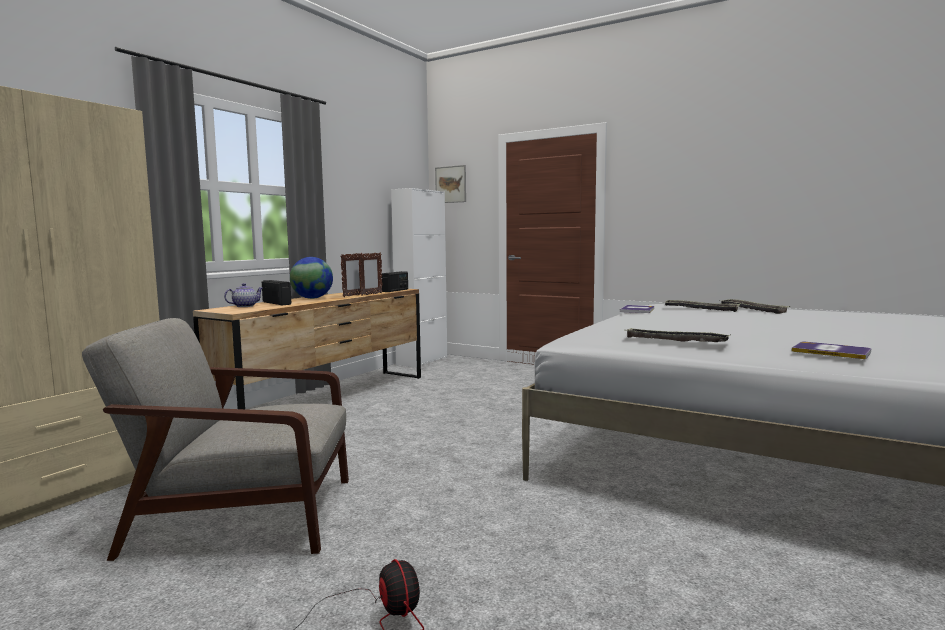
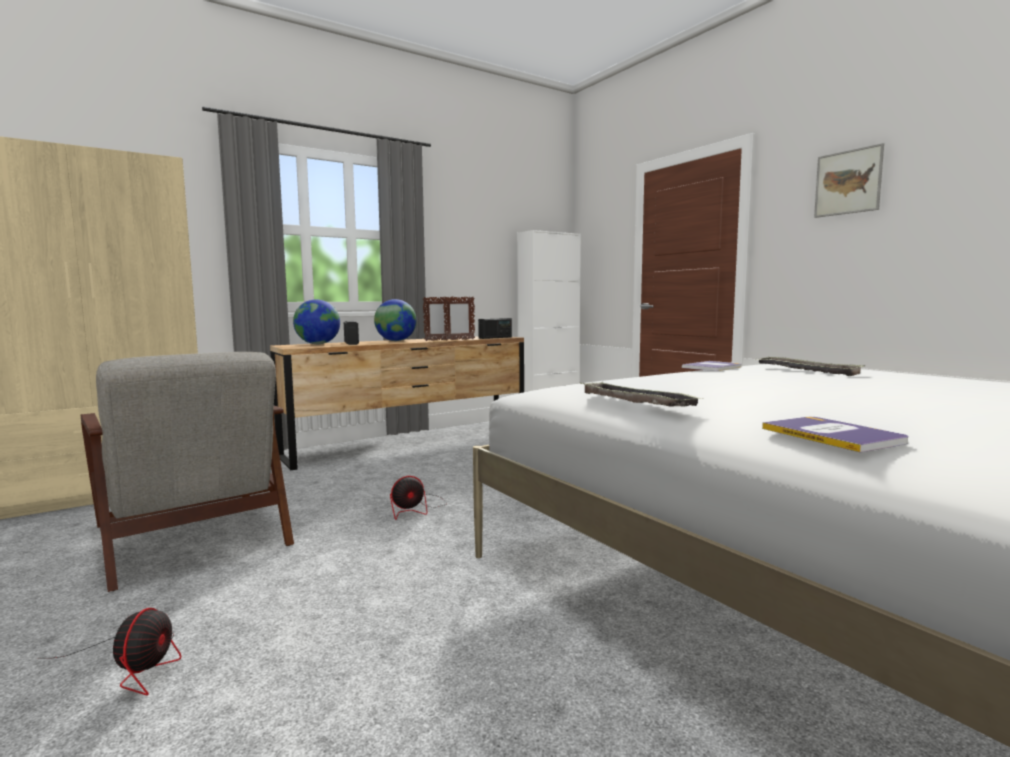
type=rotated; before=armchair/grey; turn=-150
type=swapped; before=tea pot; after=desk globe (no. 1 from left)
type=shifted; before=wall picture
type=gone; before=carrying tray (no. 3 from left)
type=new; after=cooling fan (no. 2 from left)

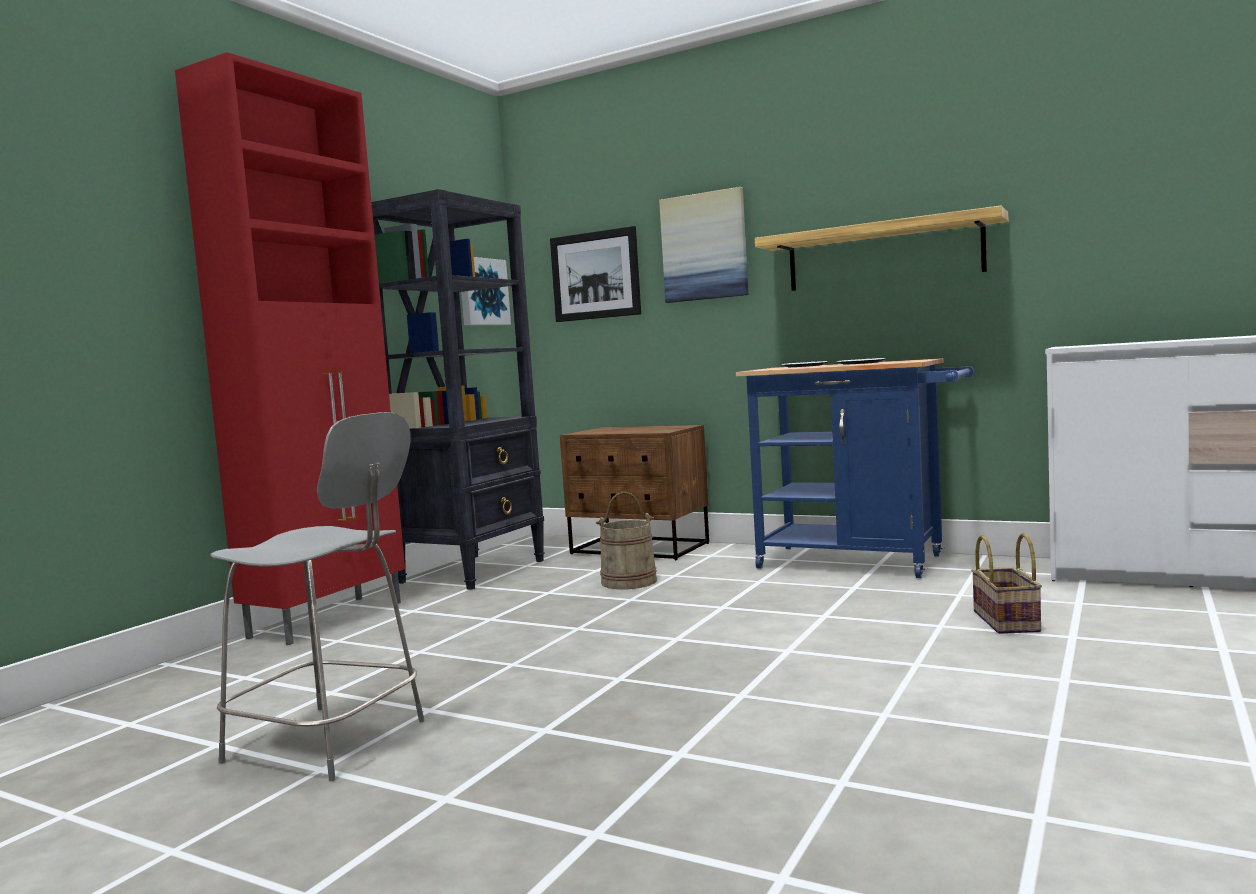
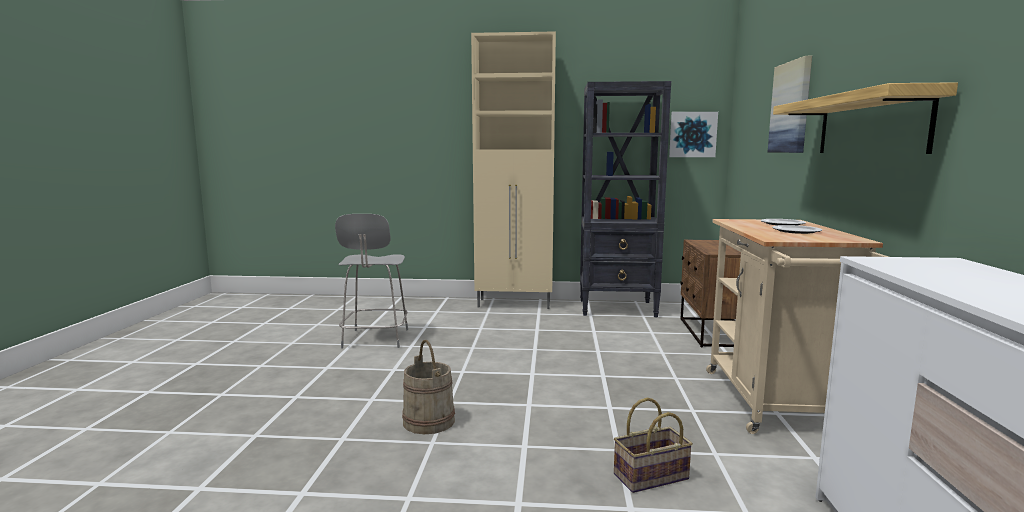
type=repainted; before=cabinet/reddish; after=cabinet/sand-coloured
type=gone; before=wall picture (no. 2 from left)
type=shifted; before=bucket/sand-coloured
type=repainted; before=wheeled cart/blue-coloured; after=wheeled cart/sand-coloured

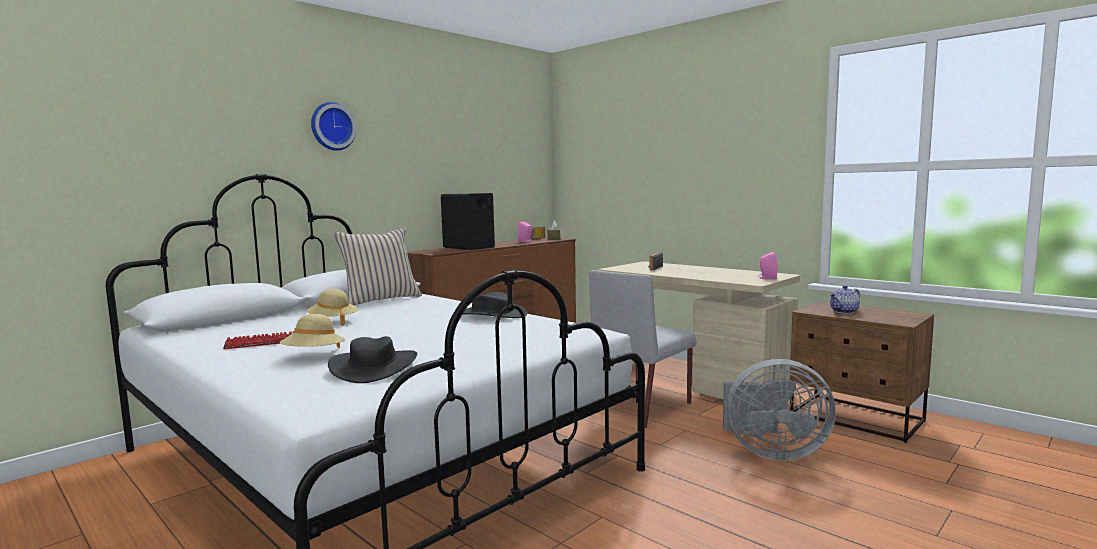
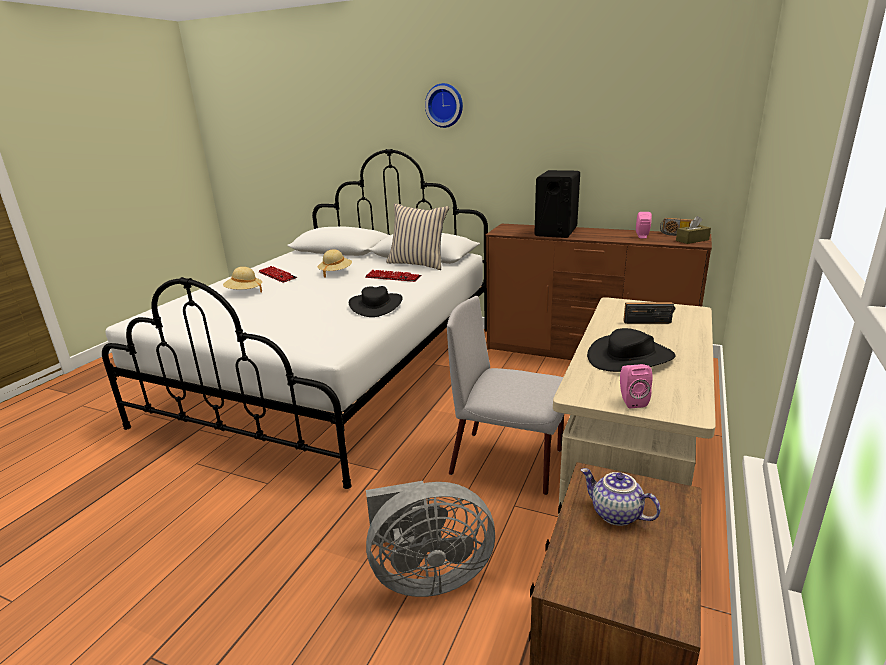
type=shifted; before=clothing hat/blackish (no. 1 from left in the first image); after=clothing hat/blackish (no. 2 from left)
type=rotated; before=cooling fan/grey; turn=-90
type=new; after=keyboard (no. 2 from left)

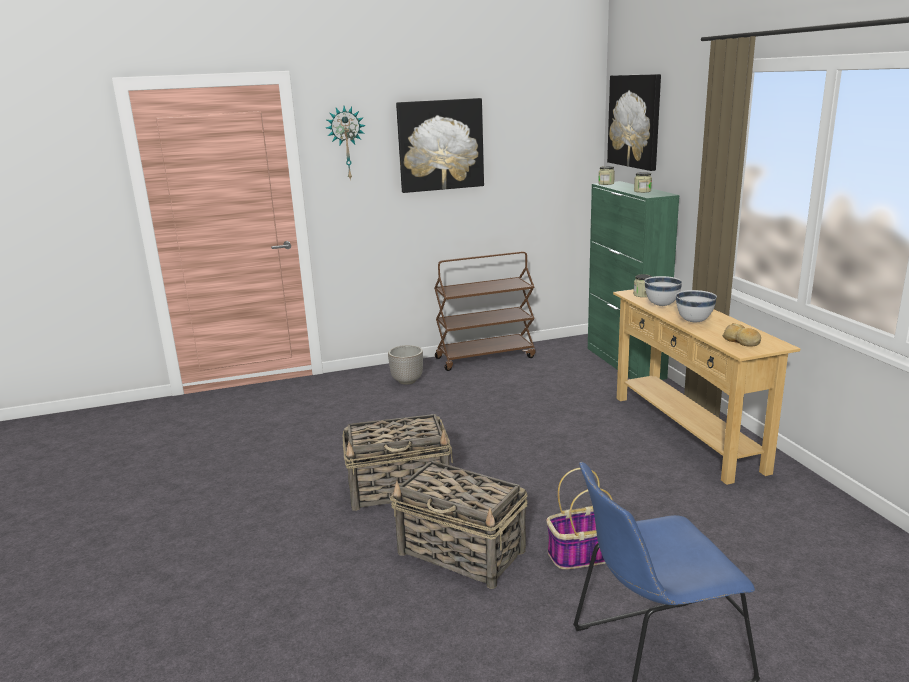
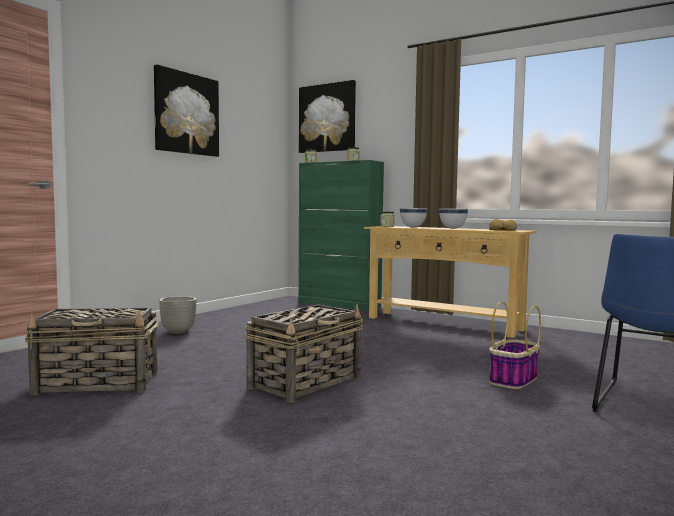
type=gone; before=wall clock
type=shifted; before=household basket (no. 2 from left in the first image); after=household basket (no. 1 from left)
type=gone; before=wheeled cart/brown

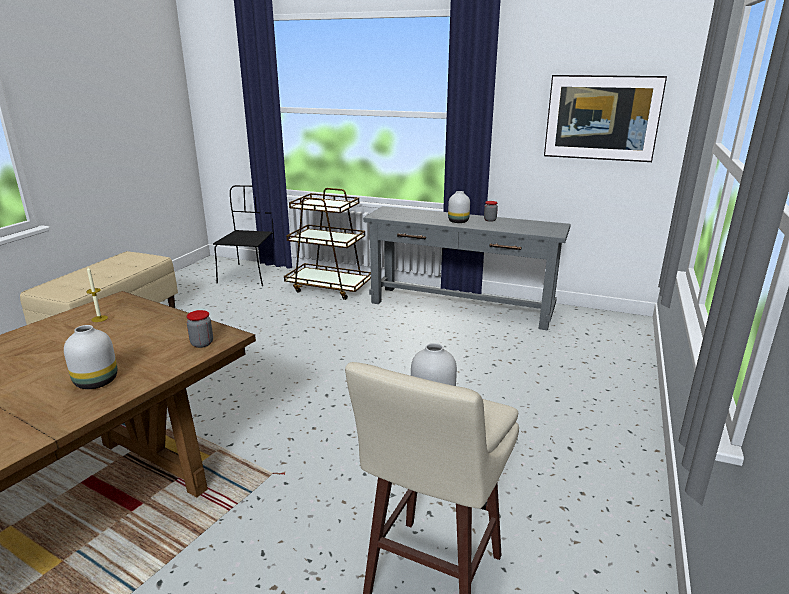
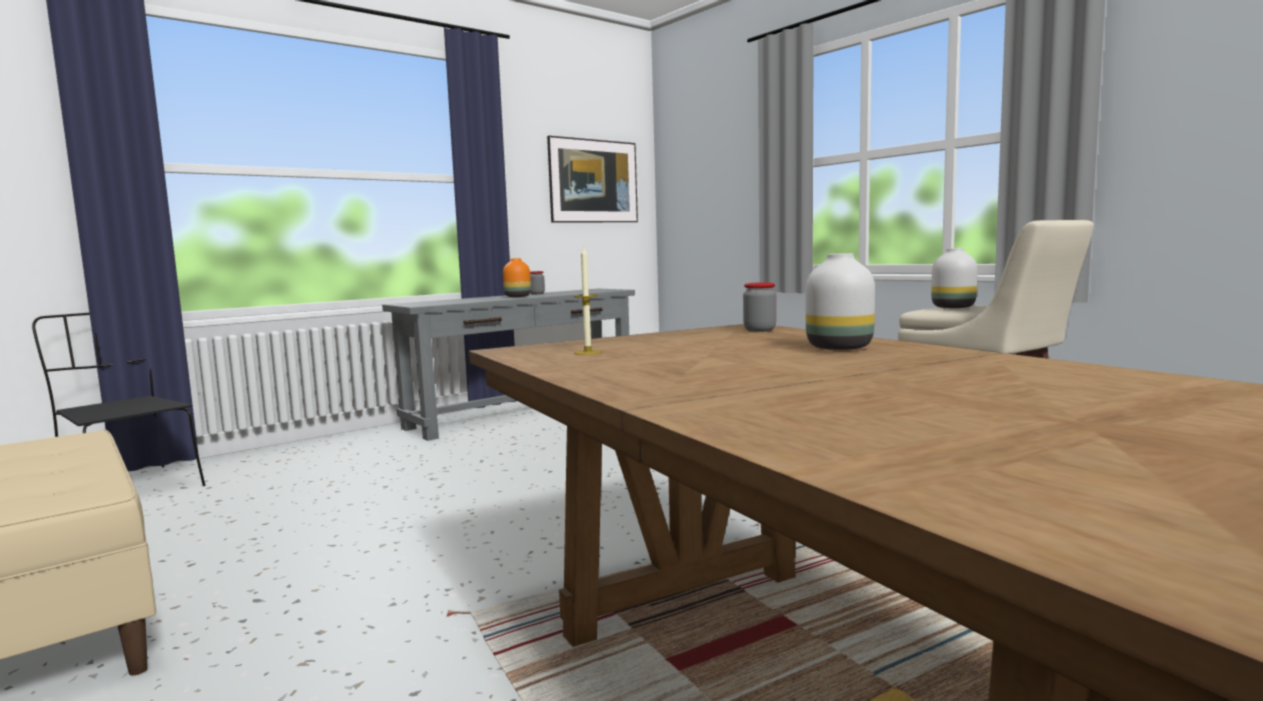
type=gone; before=wheeled cart/brown
type=repainted; before=vase/white-coloured (no. 3 from left); after=vase/orangey

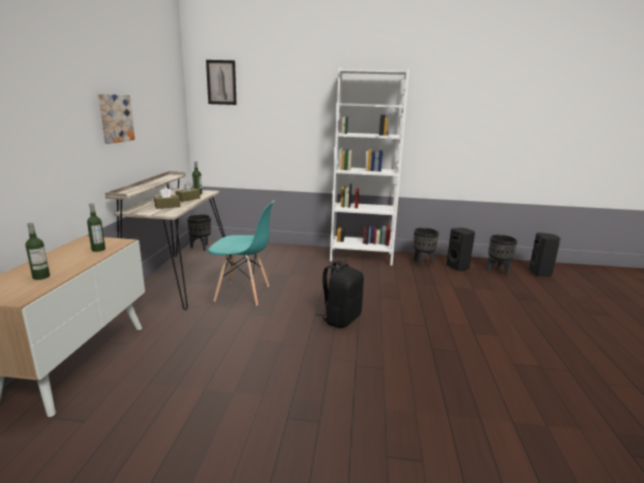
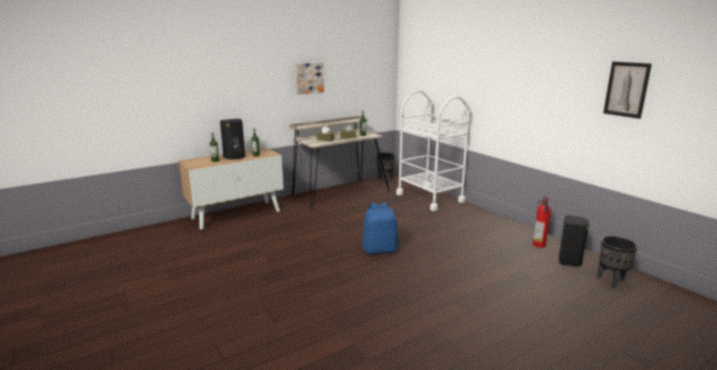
type=shifted; before=wall picture (no. 2 from left)
type=gone; before=chair/blue-green
type=repainted; before=knapsack/blackish; after=knapsack/blue-coloured
type=gone; before=bookcase/white-coloured
type=swapped; before=flower pot/blackish (no. 2 from left); after=fire-fighting cylinder
type=shifted; before=audio speaker/blackish (no. 2 from left in the first image); after=audio speaker/blackish (no. 1 from left)
type=new; after=wheeled cart/white-coloured

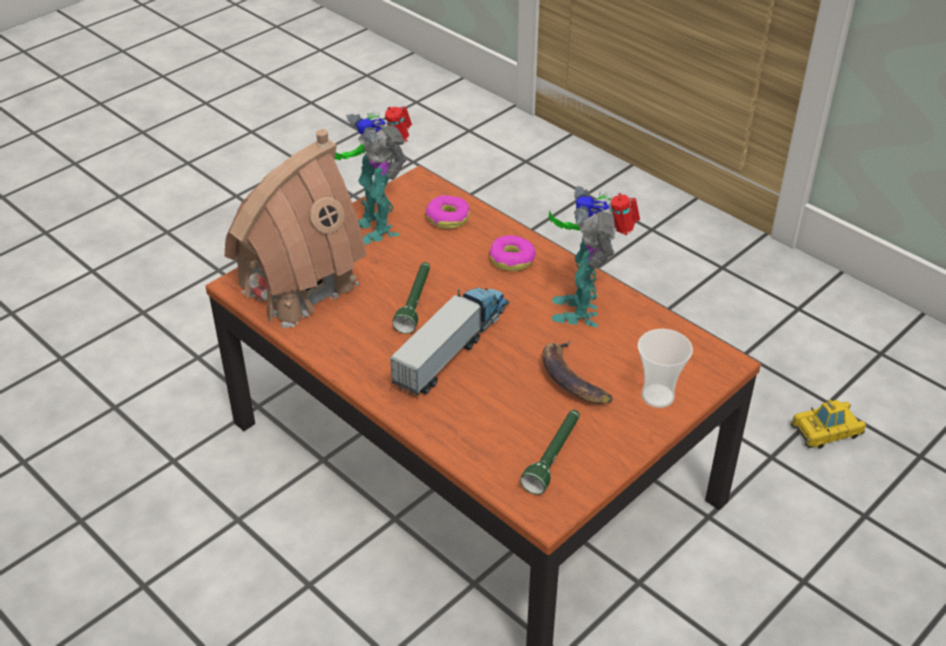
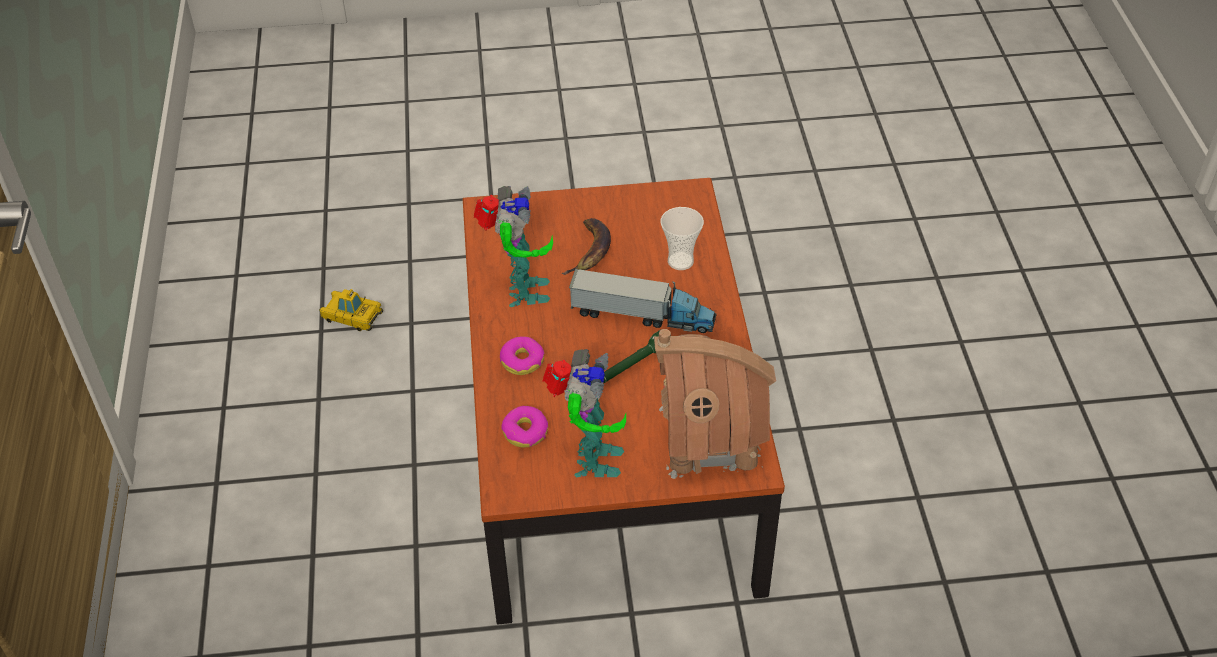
type=rotated; before=toy lorry; turn=-150
type=gone; before=flashlight/green-coloured (no. 2 from left)
type=rotated; before=toy robot (no. 2 from left in the first image); turn=-45
type=shifted; before=cup

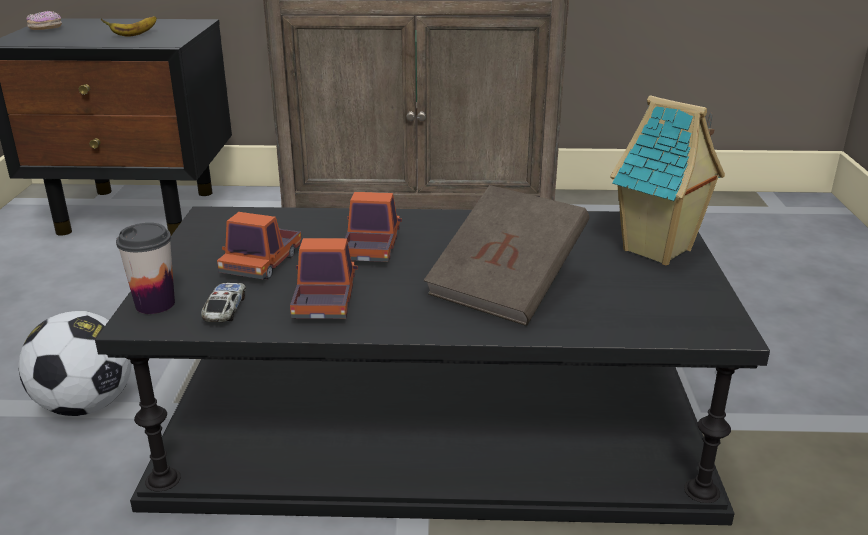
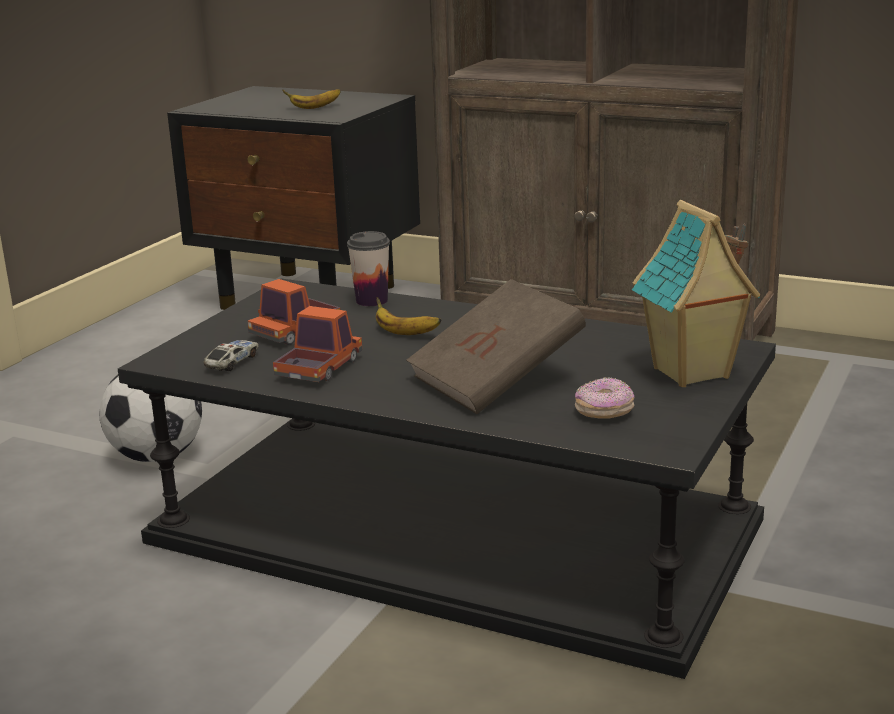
type=shifted; before=doughnut
type=shifted; before=cup
type=swapped; before=toy lorry (no. 3 from left); after=whole banana (no. 2 from left)

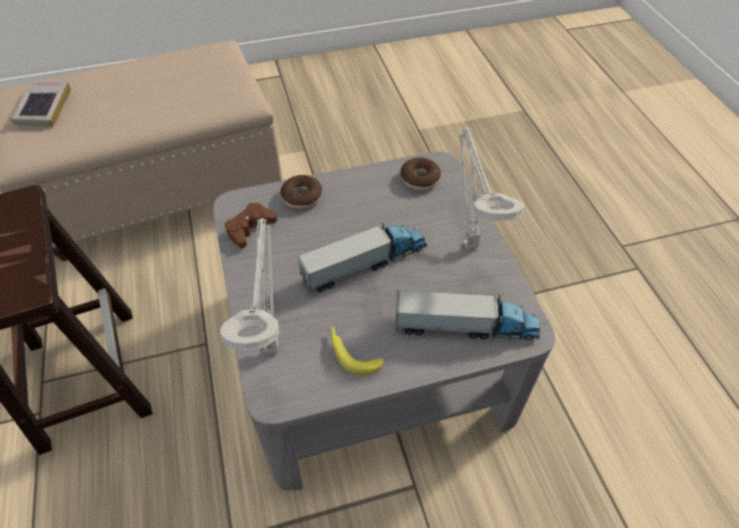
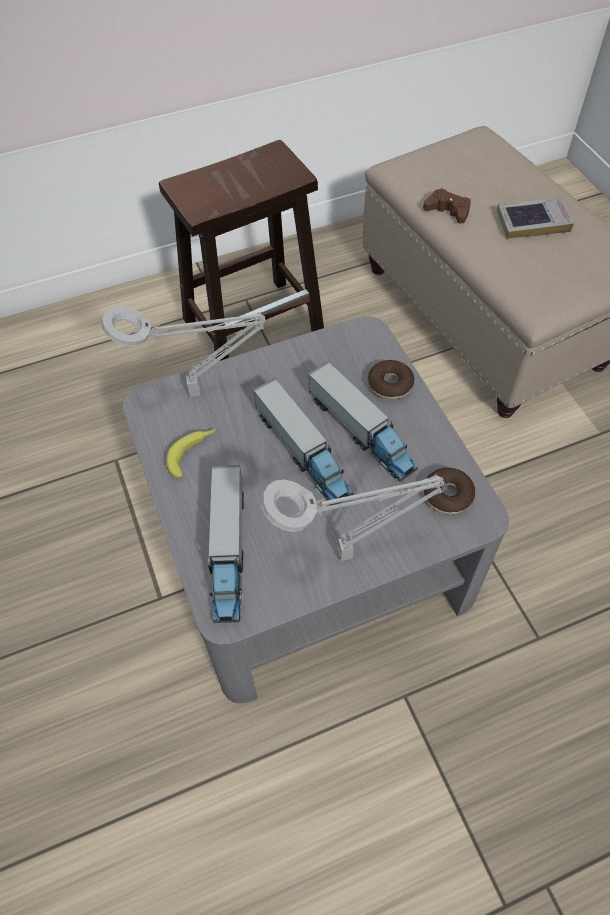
type=shifted; before=volume
type=shifted; before=game controller/brown
type=new; after=toy lorry (no. 3 from left)

